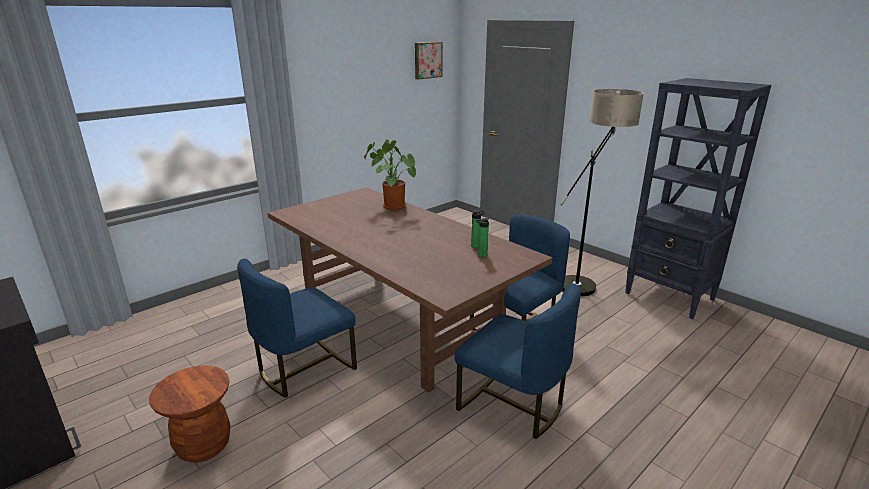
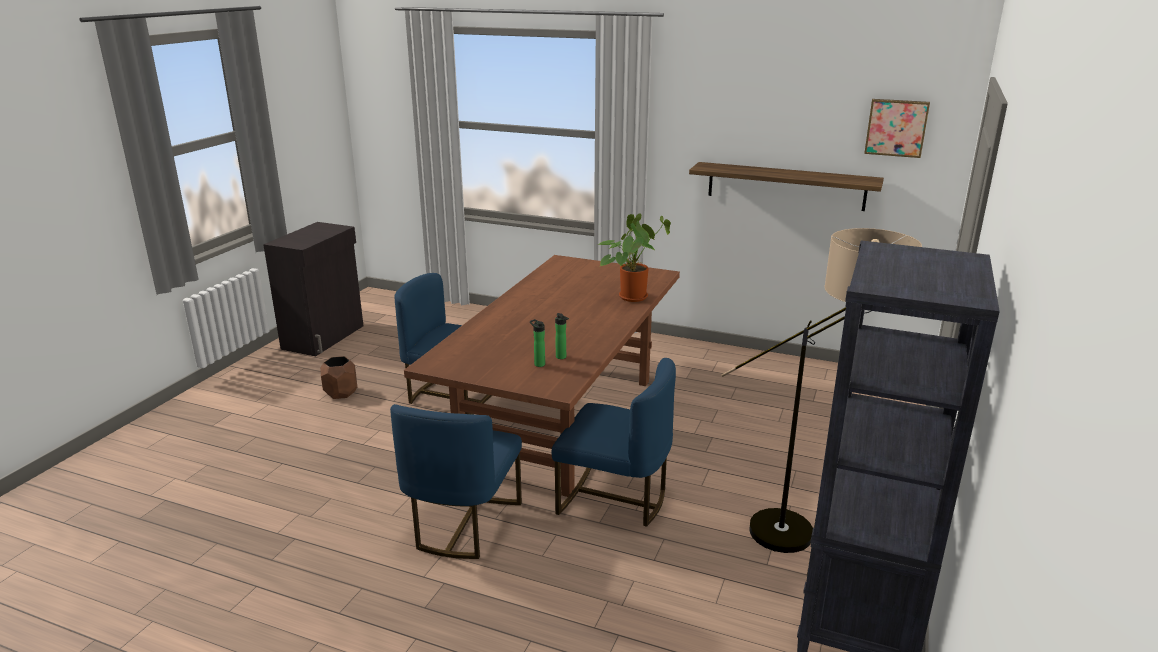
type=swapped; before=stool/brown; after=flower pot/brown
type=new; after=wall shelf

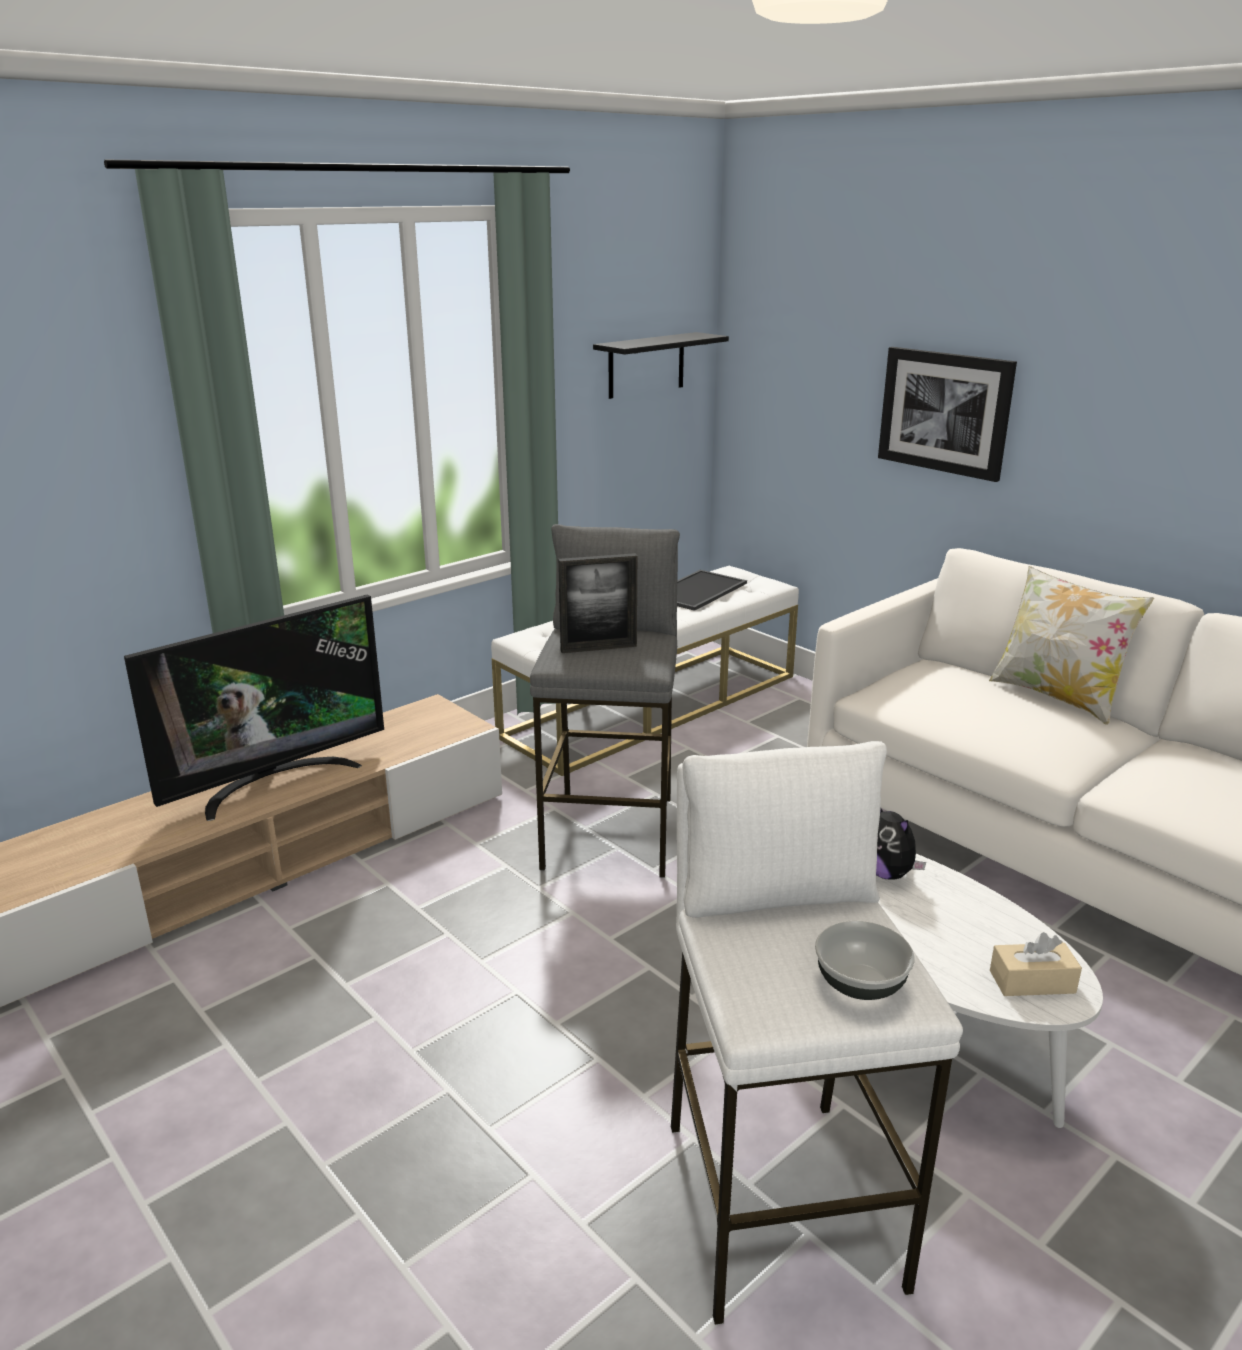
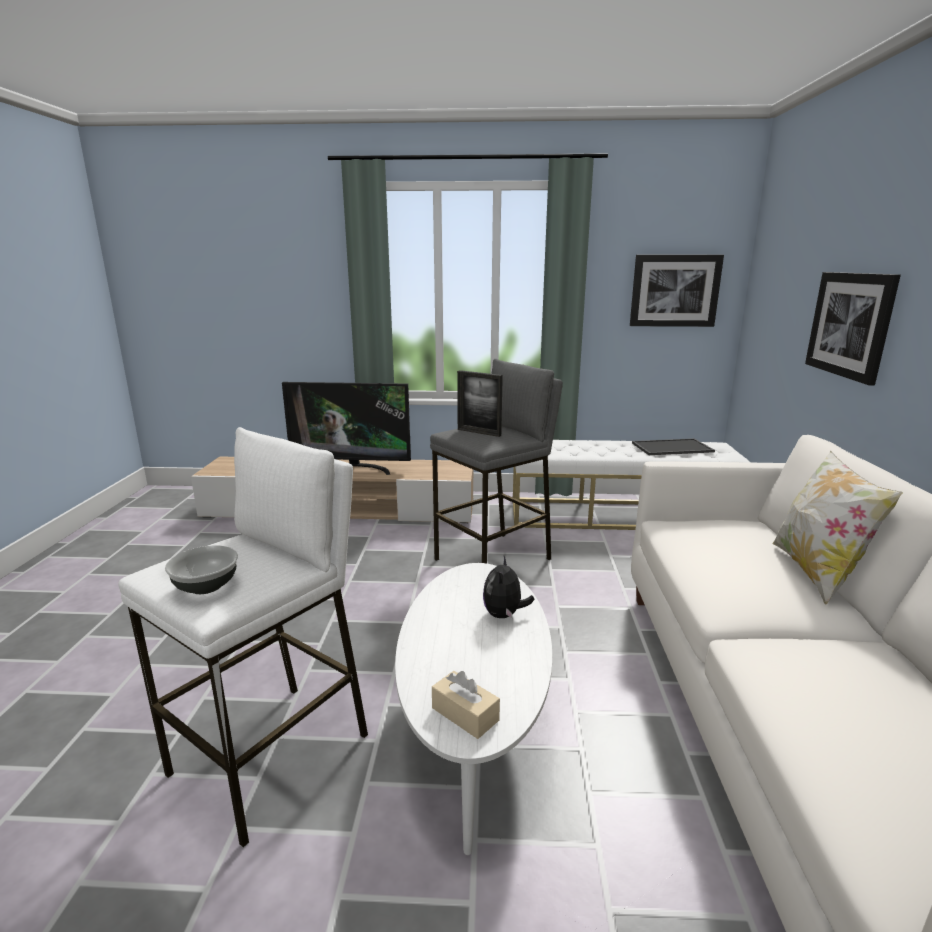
type=swapped; before=wall shelf/blackish; after=wall picture (no. 1 from left)

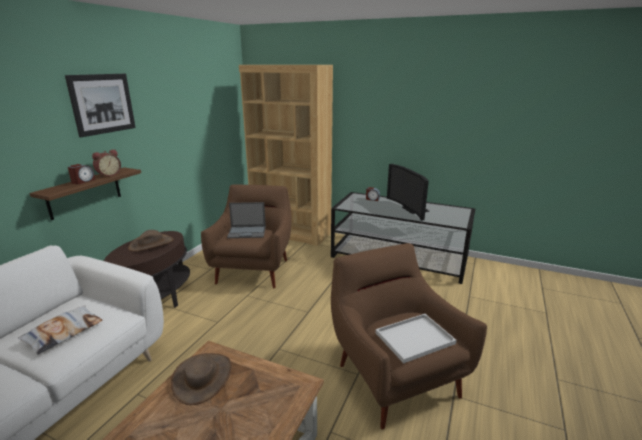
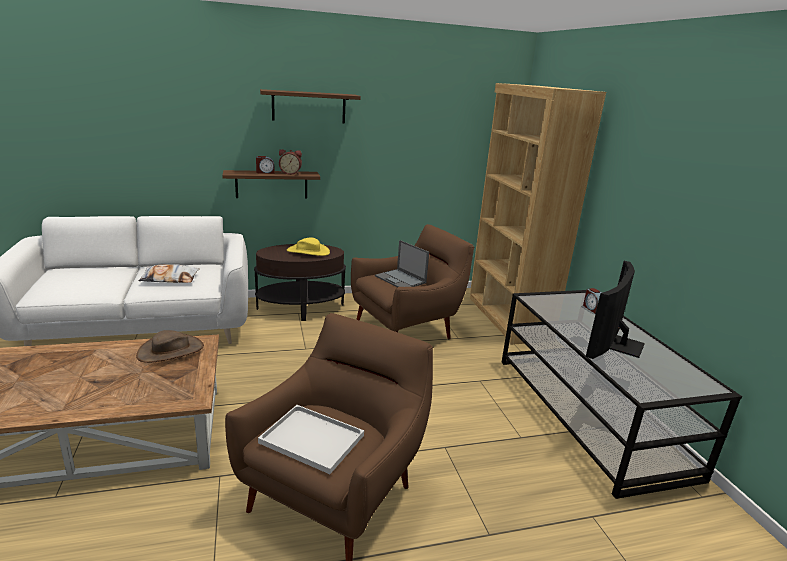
type=swapped; before=wall picture; after=wall shelf (no. 2 from left)
type=repainted; before=clothing hat/brown (no. 1 from left); after=clothing hat/yellowish

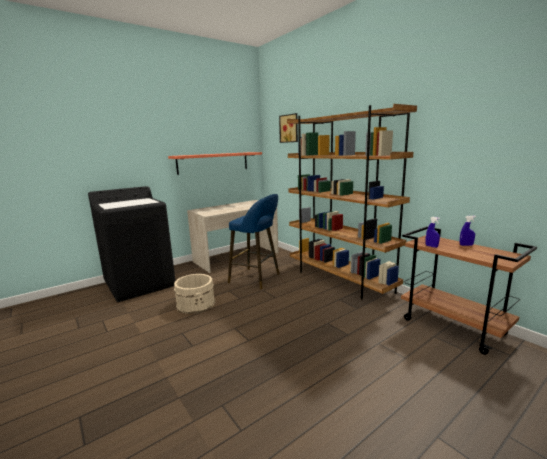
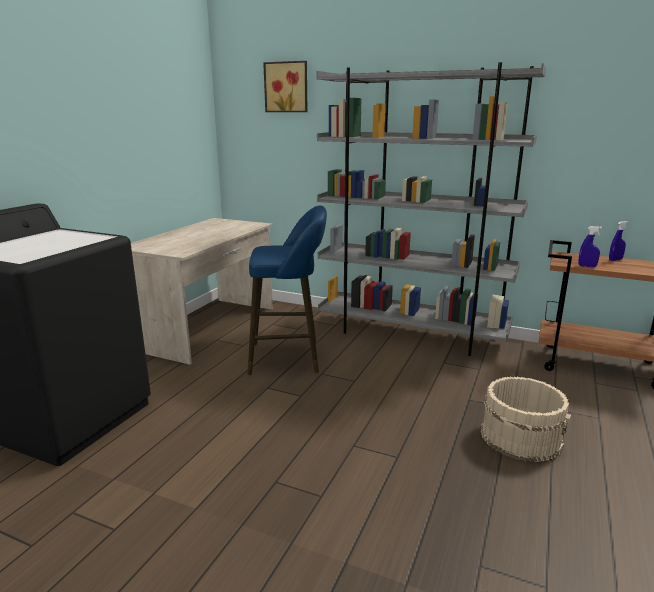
type=gone; before=wall shelf
type=shifted; before=bucket/sand-coloured
type=repainted; before=bookcase/brown; after=bookcase/grey

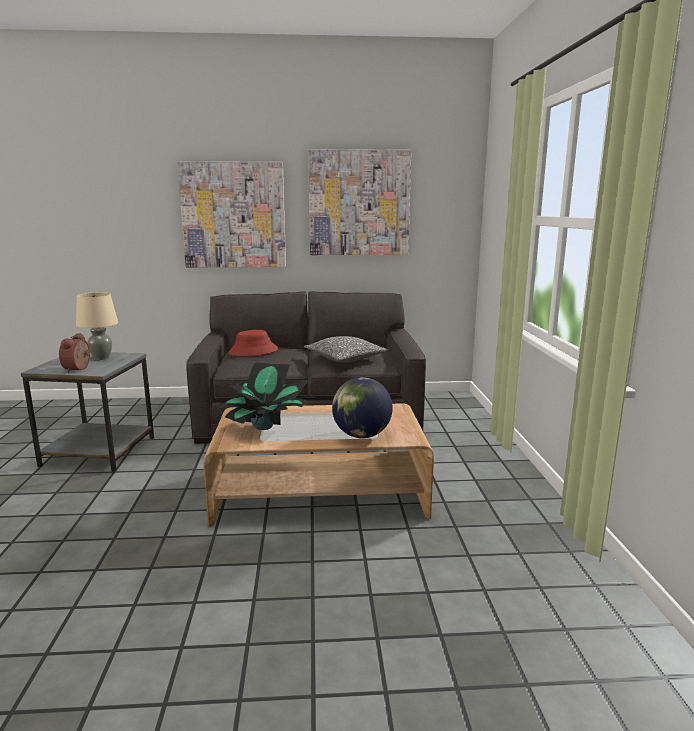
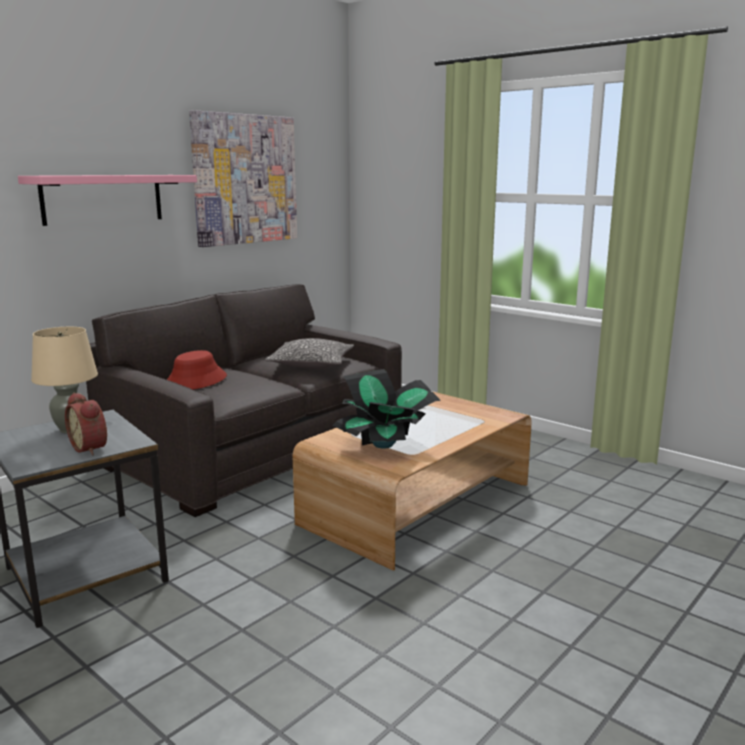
type=swapped; before=wall picture (no. 1 from left); after=wall shelf/pink-coloured
type=gone; before=desk globe

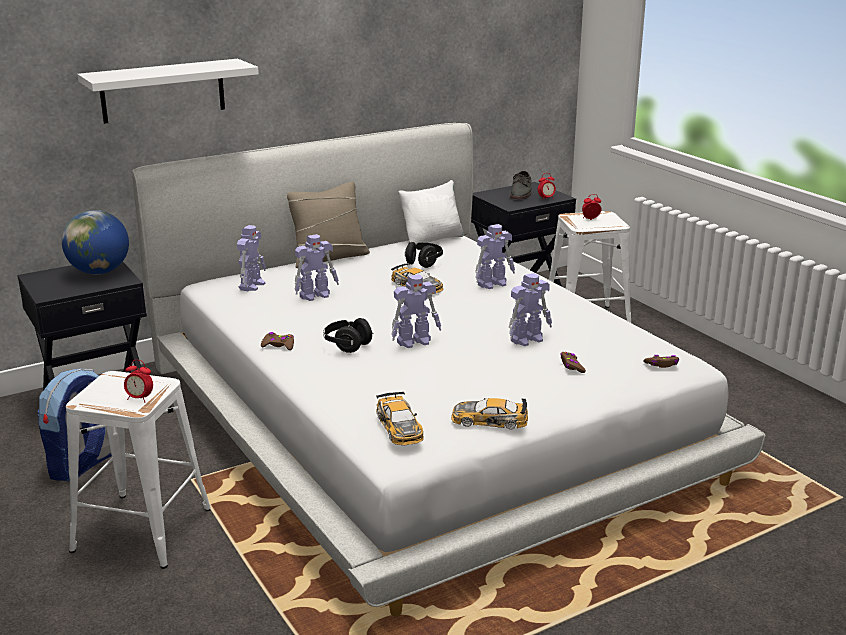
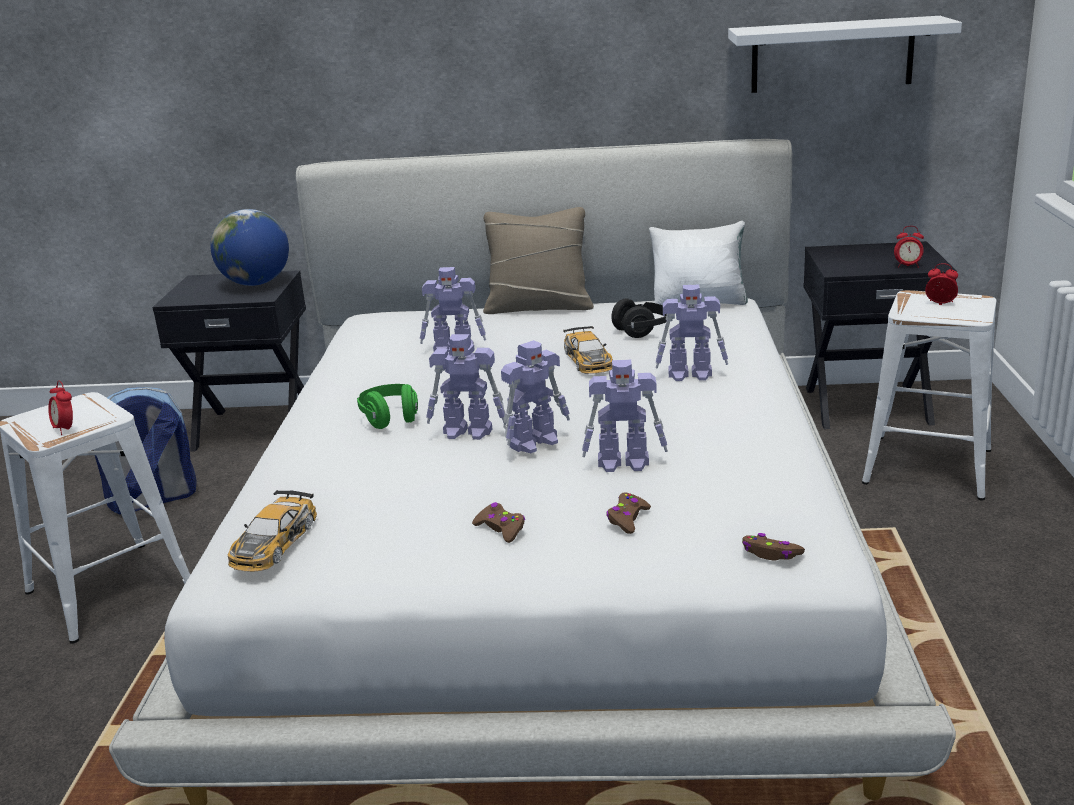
type=shifted; before=wall shelf/white-coloured
type=shifted; before=toy robot (no. 1 from left in the first image); after=toy robot (no. 3 from left)
type=shifted; before=game controller/brown (no. 1 from left)
type=repainted; before=headset/blackish (no. 1 from left); after=headset/green-coloured
type=gone; before=model car (no. 3 from left)
type=gone; before=shoe/grey

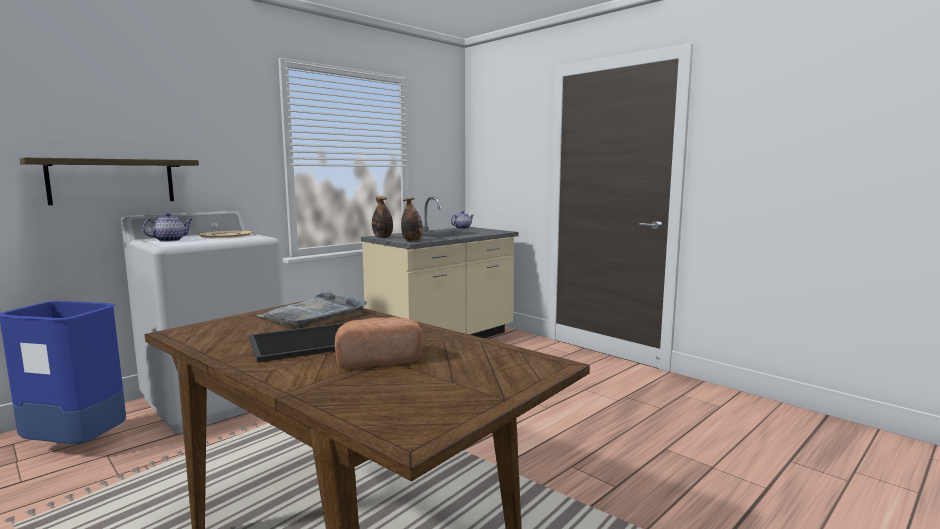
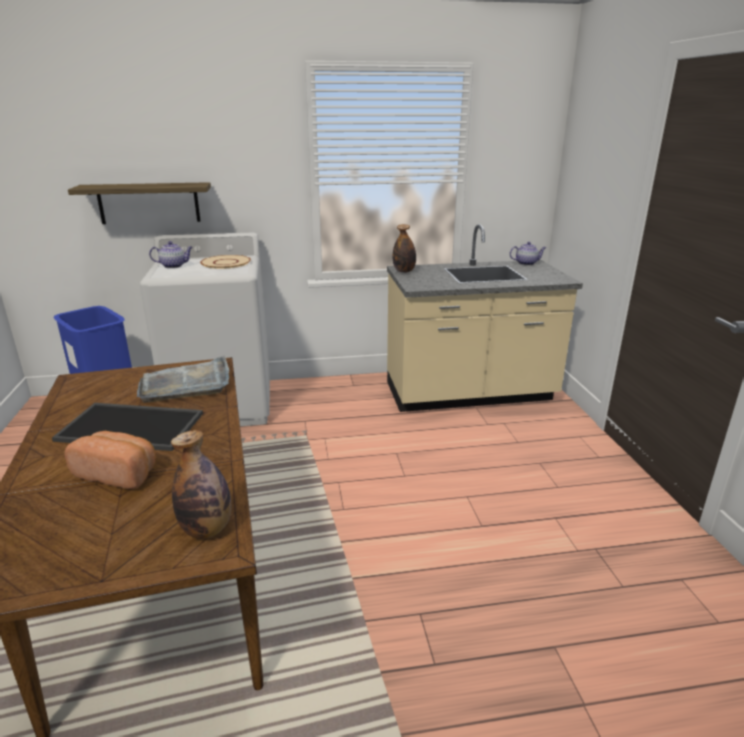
type=shifted; before=drink bottle (no. 2 from left in the first image); after=drink bottle (no. 1 from left)

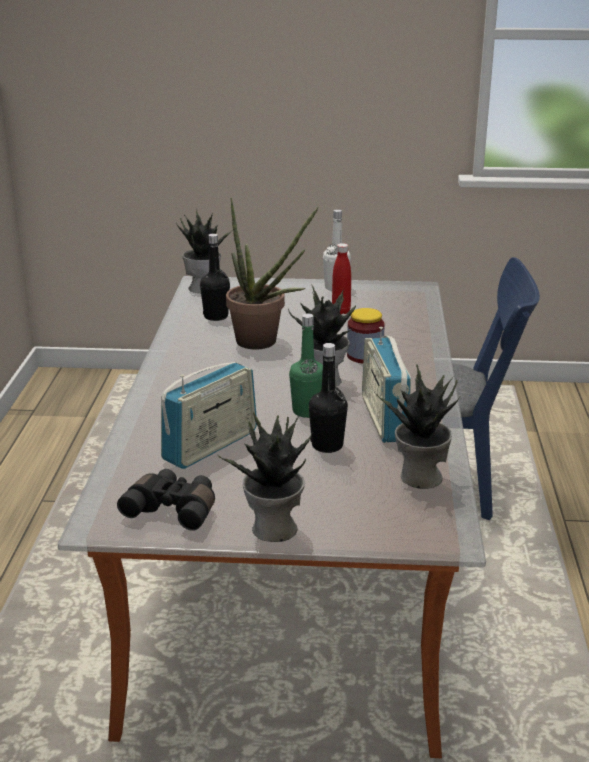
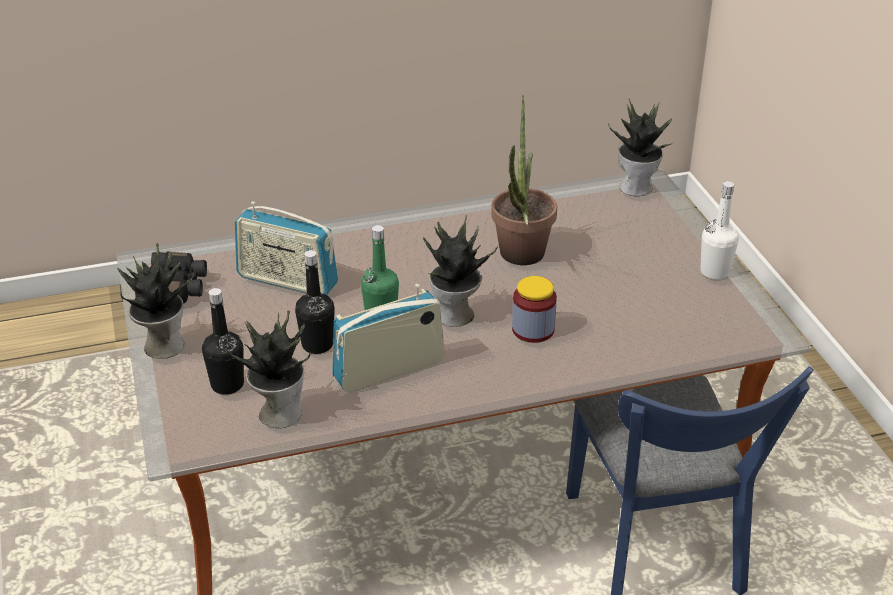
type=shifted; before=drink bottle/blackish (no. 1 from left)
type=gone; before=drink bottle/reddish

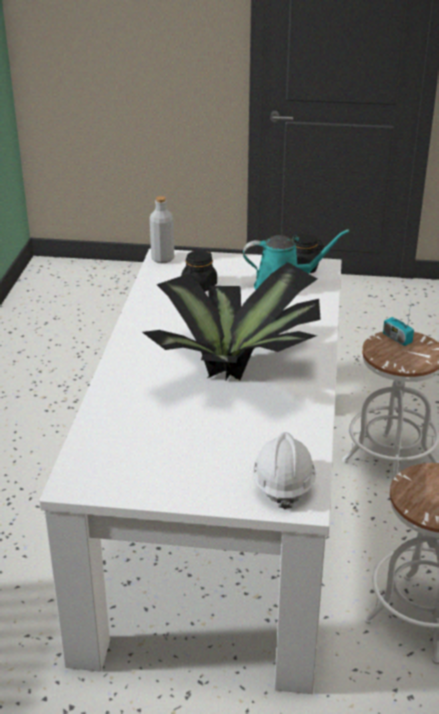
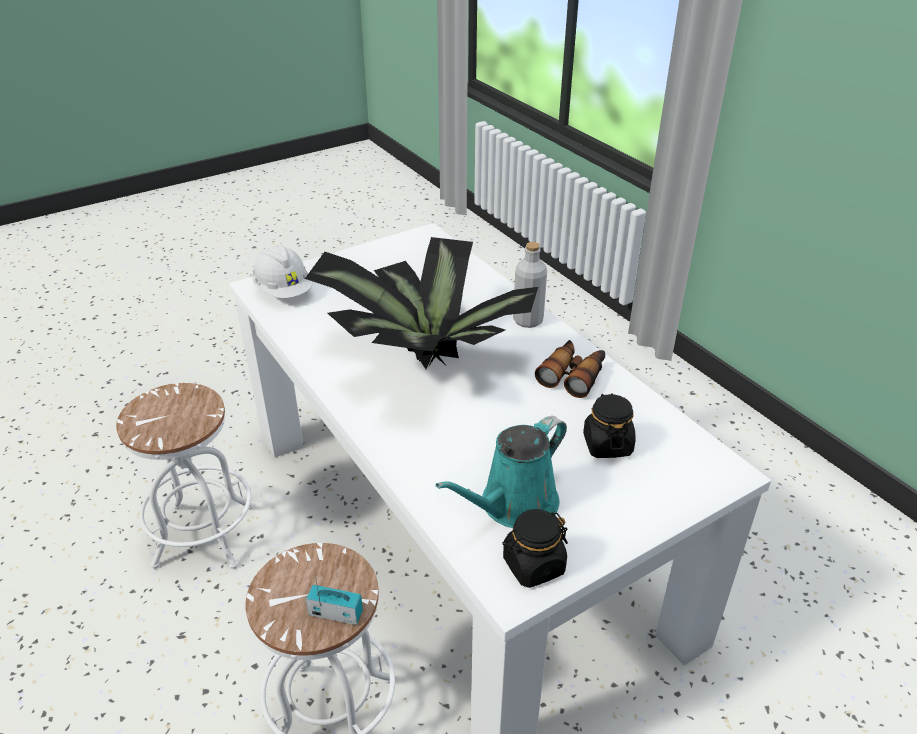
type=shifted; before=drink bottle/grey
type=new; after=binoculars

